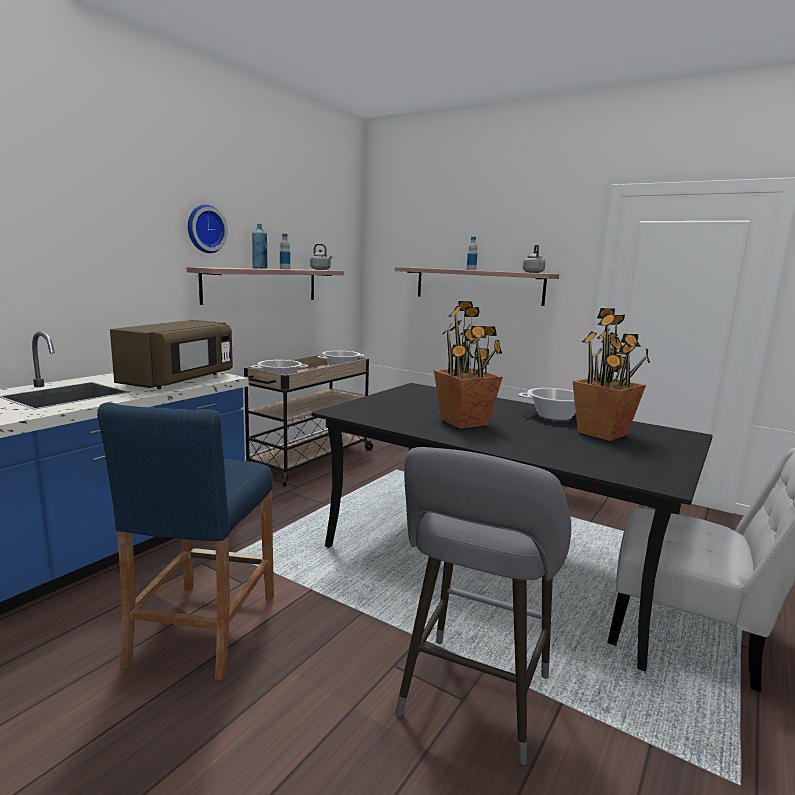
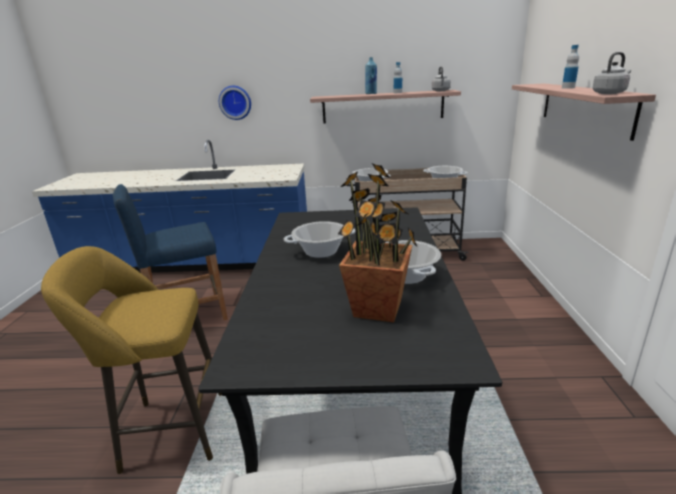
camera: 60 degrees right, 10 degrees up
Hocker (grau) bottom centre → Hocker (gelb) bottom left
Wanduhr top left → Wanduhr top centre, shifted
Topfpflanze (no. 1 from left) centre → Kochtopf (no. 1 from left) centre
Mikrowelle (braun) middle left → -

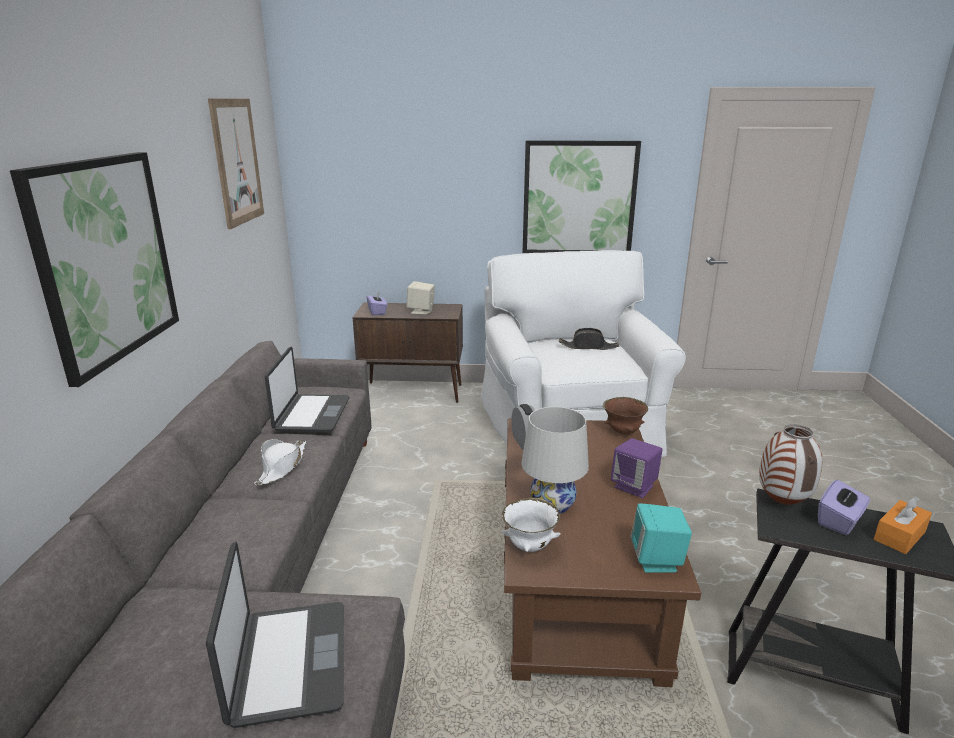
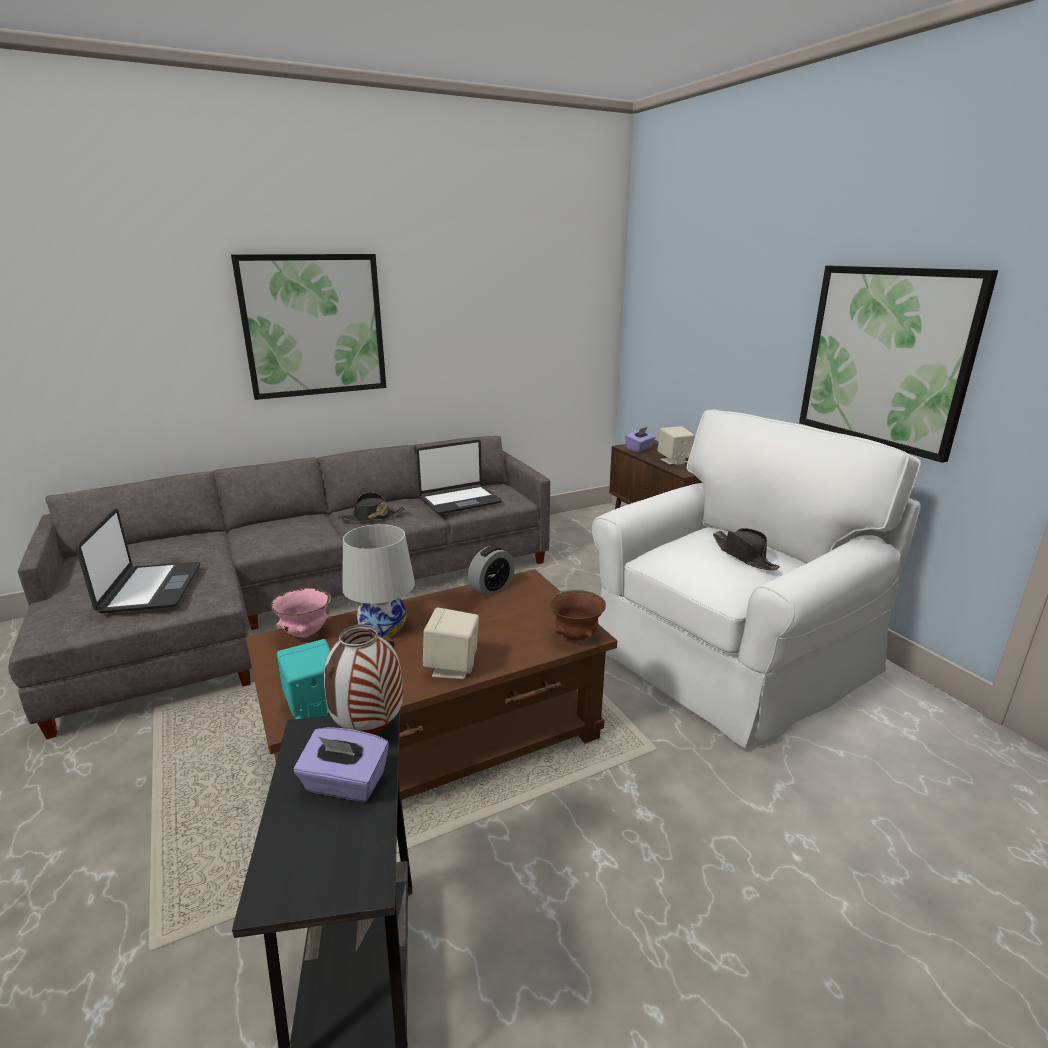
camera: 60 degrees right, 0 degrees up
Laptop (no. 1 from left) bottom left → Laptop (no. 1 from left) middle left, 60 degrees counterclockwise
Schüssel (weiß) bottom centre → Schüssel (rosa) middle left
Hut (weiß) middle left → Hut (schwarz) (no. 1 from left) centre
Lautsprecher (lila) middle right → Lautsprecher (beige) (no. 1 from left) centre
Bild (no. 2 from left) top left → -
Taschentuchbox (orange) bottom right → -

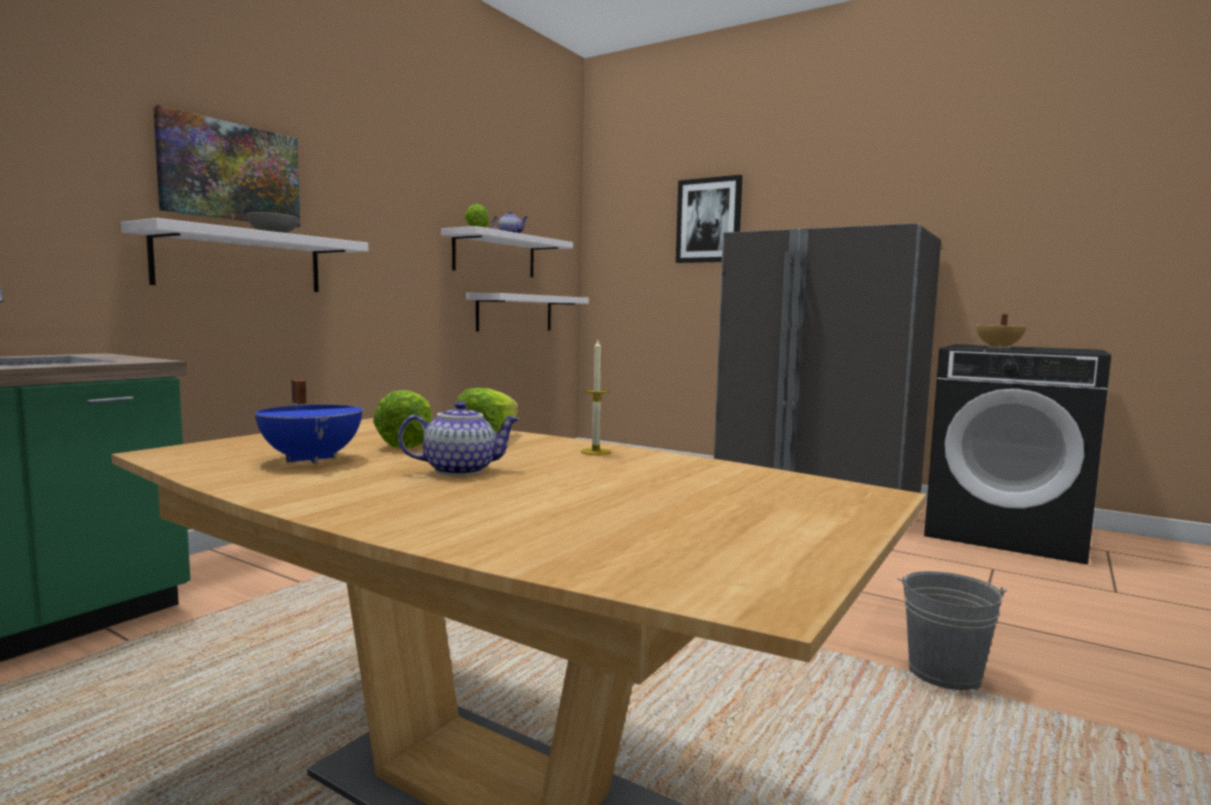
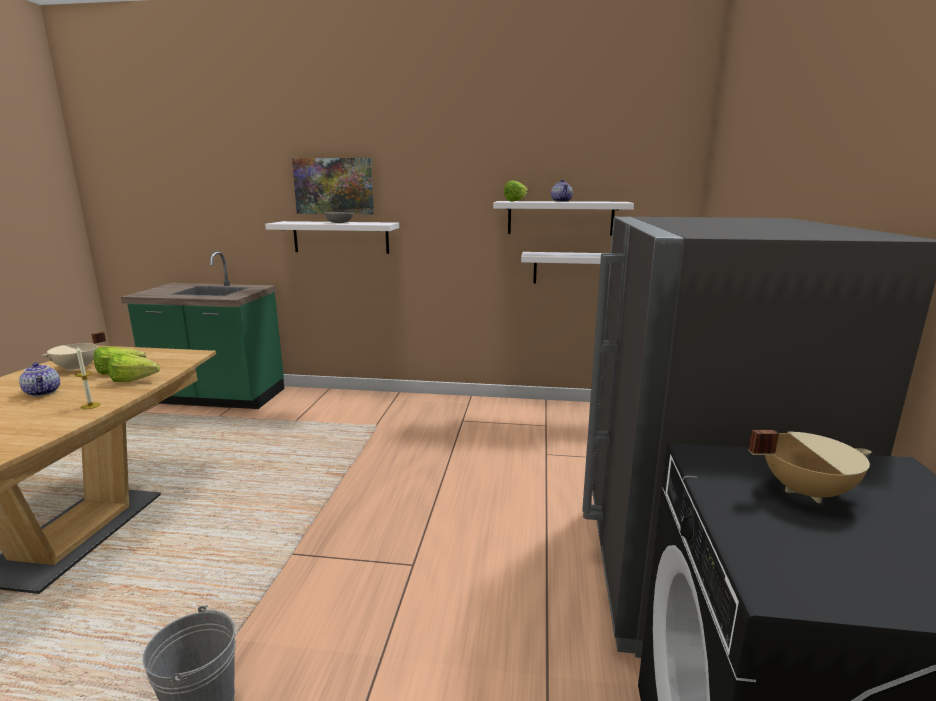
camera: 65 degrees right, 10 degrees up
Kochtopf (blau) middle left → Kochtopf (beige) (no. 1 from left) middle left
Bild (no. 2 from left) top centre → -

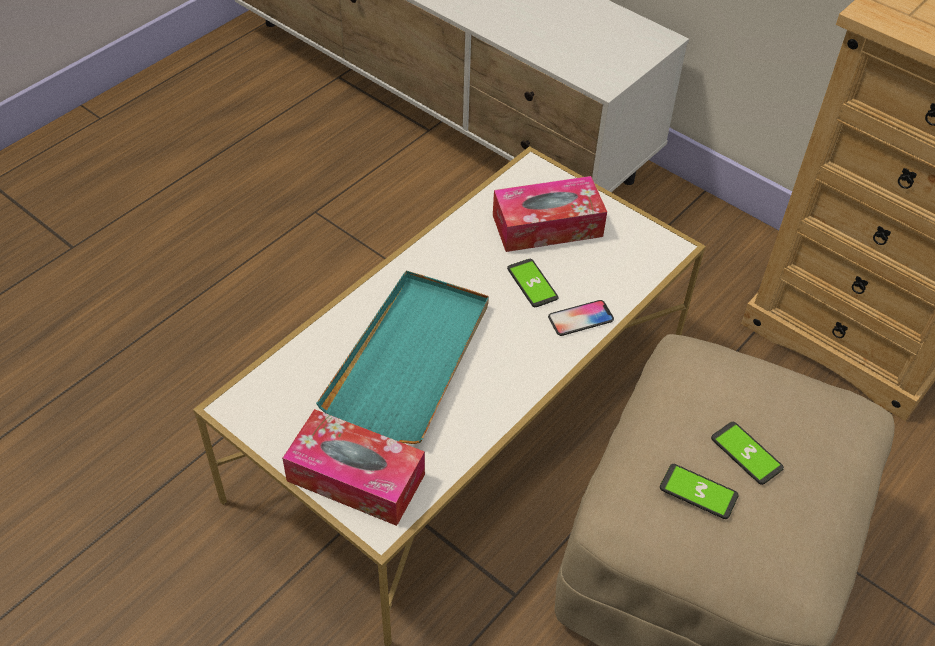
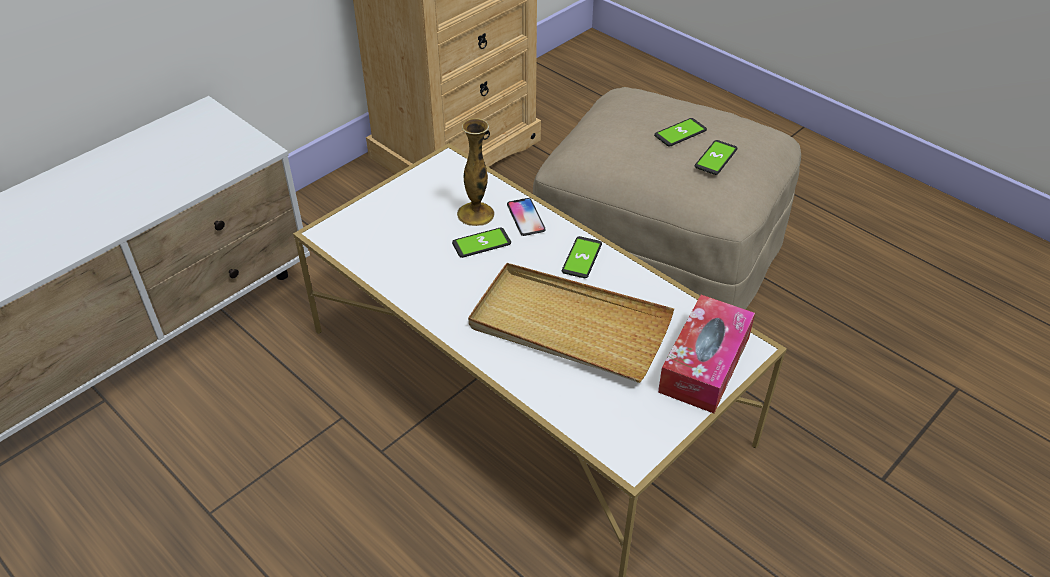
camera: 85 degrees left, 5 degrees down
- → Vase top centre
Tablett (türkis) centre → Tablett (beige) centre
- → Handy (no. 3 from left) centre
Taschentuchbox (no. 2 from left) top centre → -

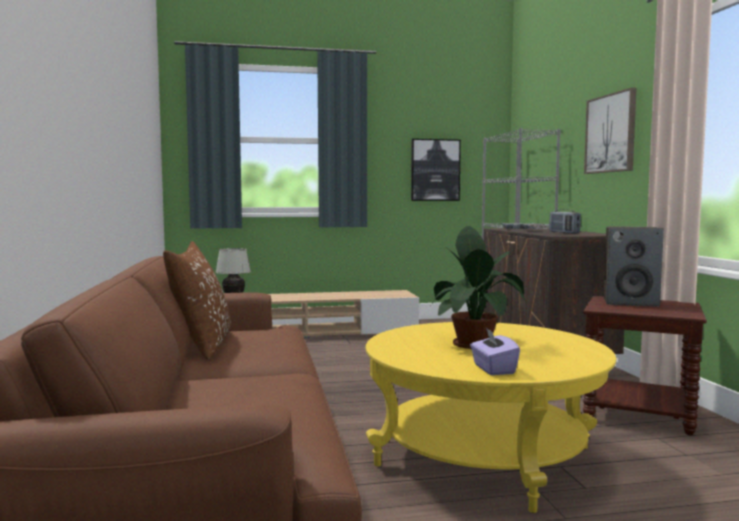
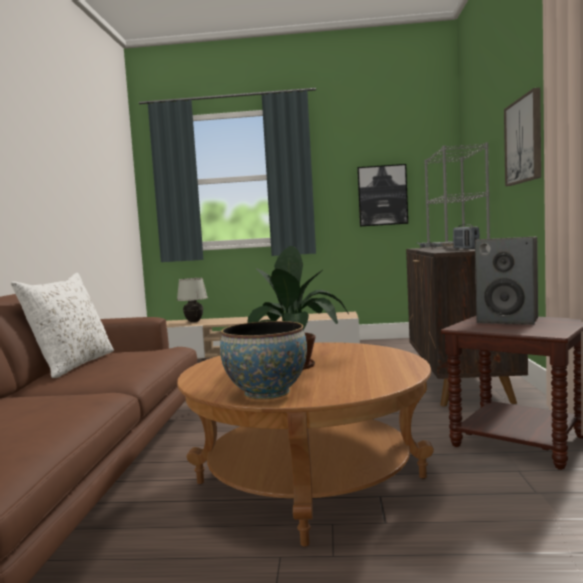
camera: 15 degrees right, 0 degrees up
Kissen (braun) middle left → Kissen (weiß) middle left
Couchtisch (gelb) bottom centre → Couchtisch (braun) bottom centre
Taschentuchbox (lila) bottom right → Schüssel centre

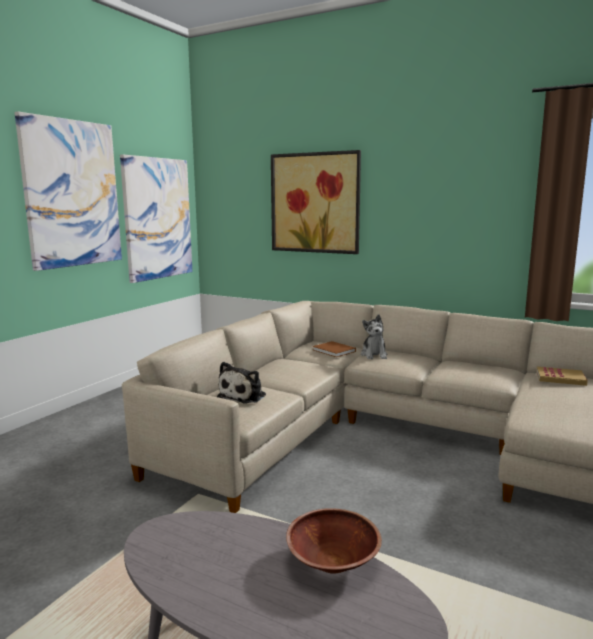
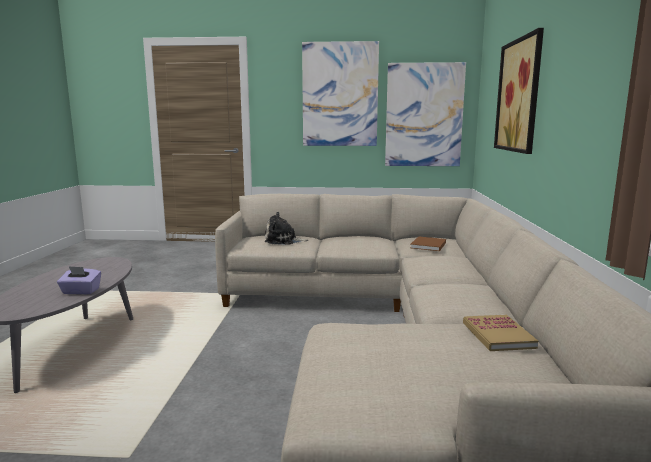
camera: 65 degrees right, 0 degrees up
Schüssel (braun) bottom centre → Taschentuchbox (lila) middle left
Plüschtier (no. 2 from left) centre → -

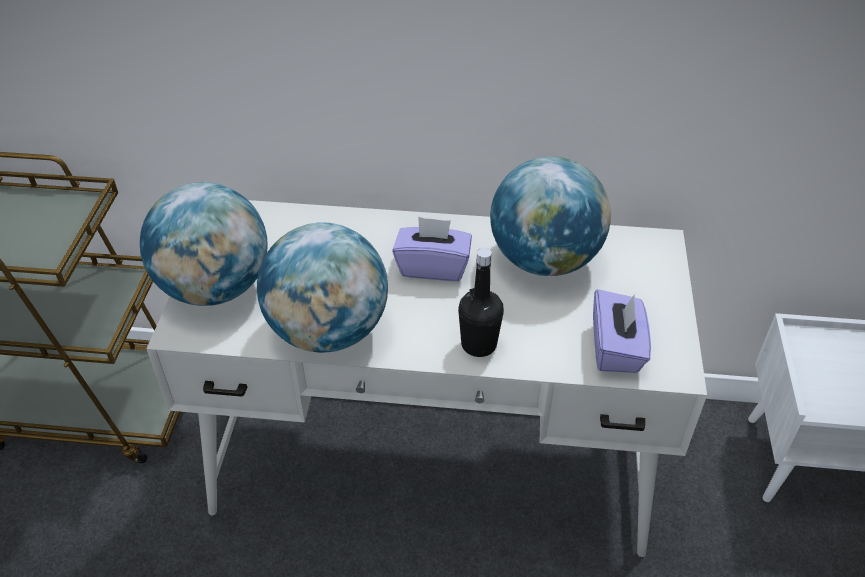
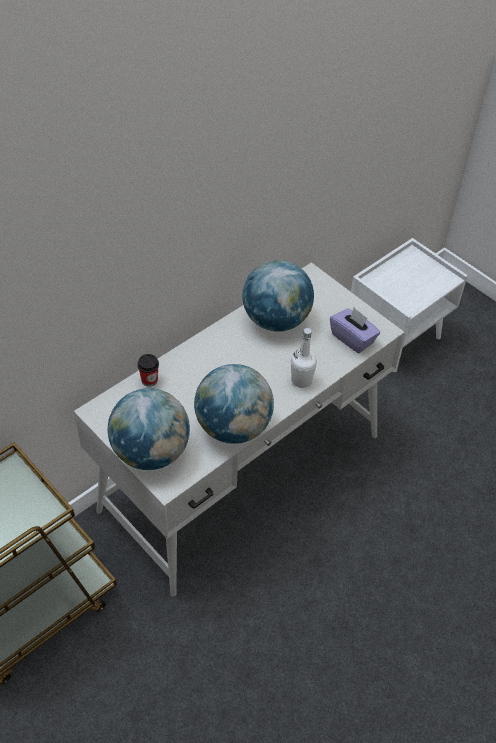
camera: 50 degrees left, 5 degrees up
- → Tasse middle left
Flasche (schwarz) centre → Flasche (weiß) centre
Taschentuchbox (lila) (no. 1 from left) centre → -

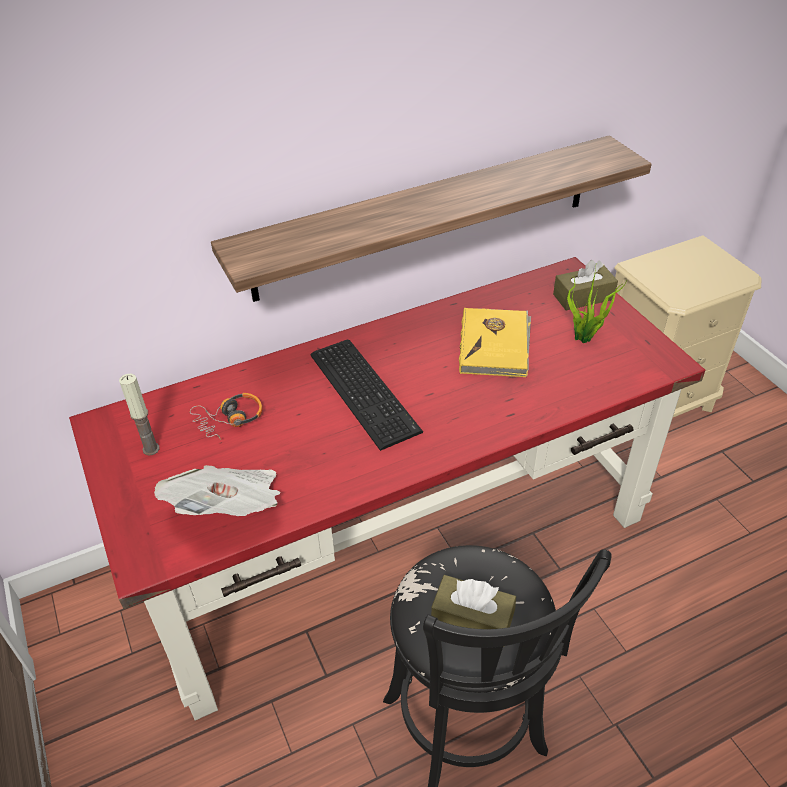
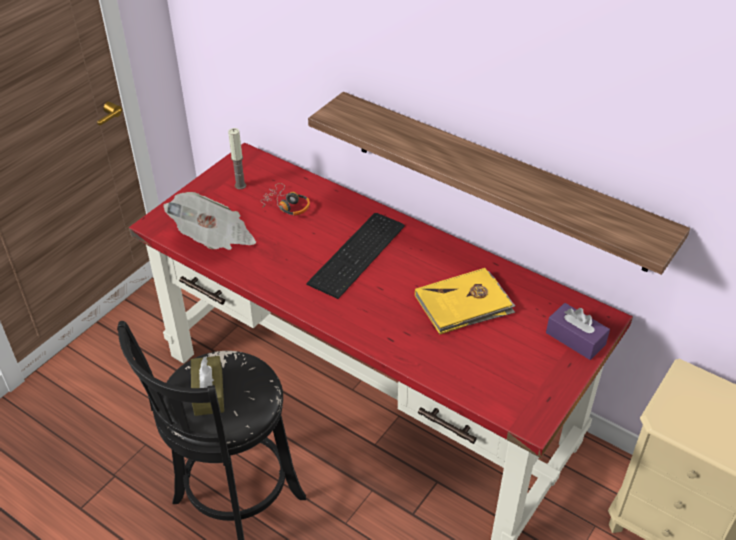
camera: 60 degrees right, 0 degrees up
Taschentuchbox (braun) (no. 2 from left) middle right → Taschentuchbox (lila) middle right
Topfpflanze middle right → -

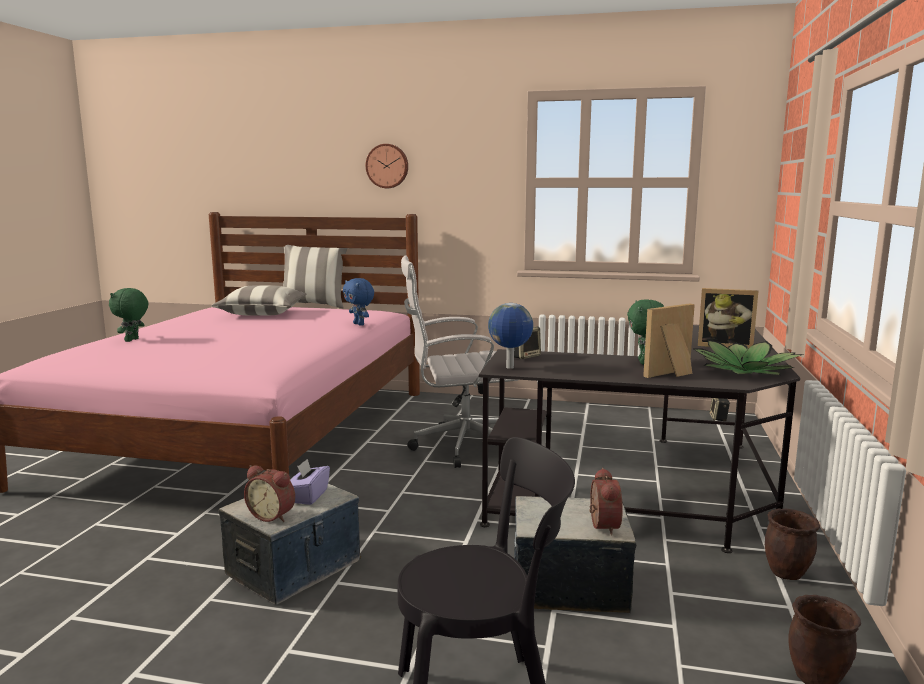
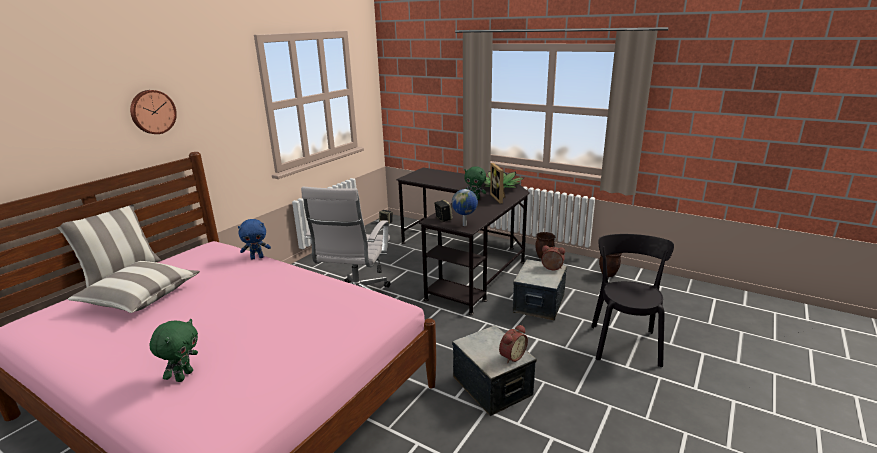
camera: 70 degrees left, 10 degrees up
Plüschtier (grün) (no. 1 from left) middle left → Plüschtier (grün) (no. 1 from left) bottom left, 105 degrees counterclockwise
Taschentuchbox (lila) bottom centre → -
Bilderrahmen (no. 2 from left) middle right → -

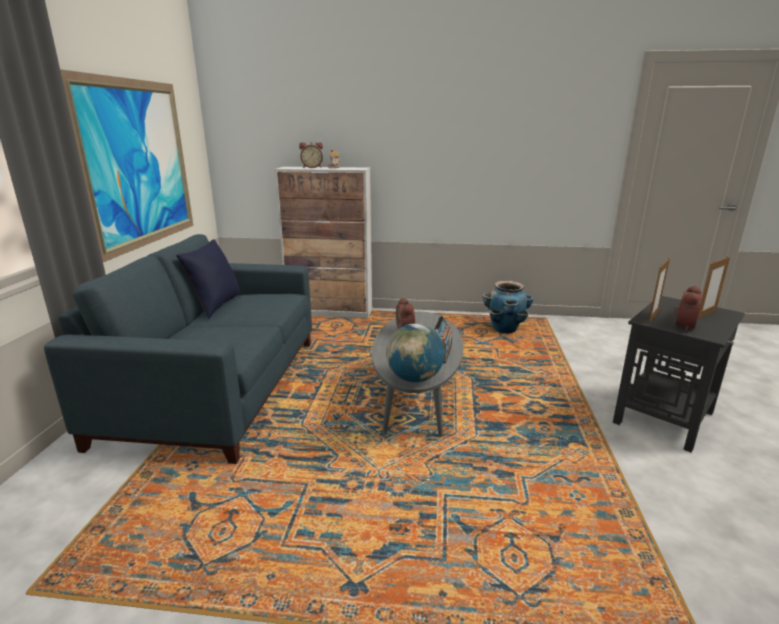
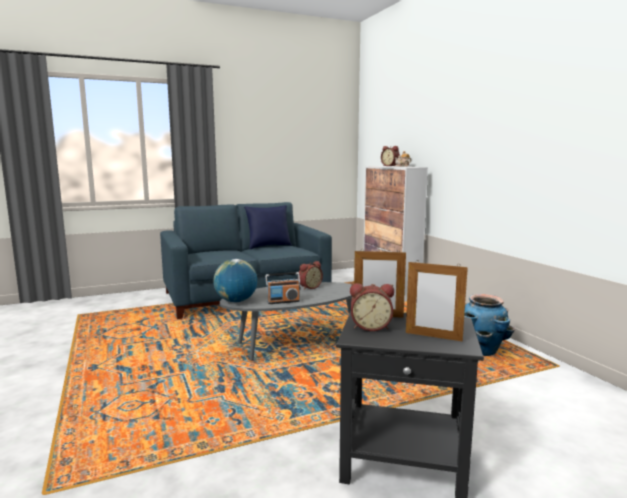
camera: 60 degrees right, 10 degrees down
Bild top left → -

